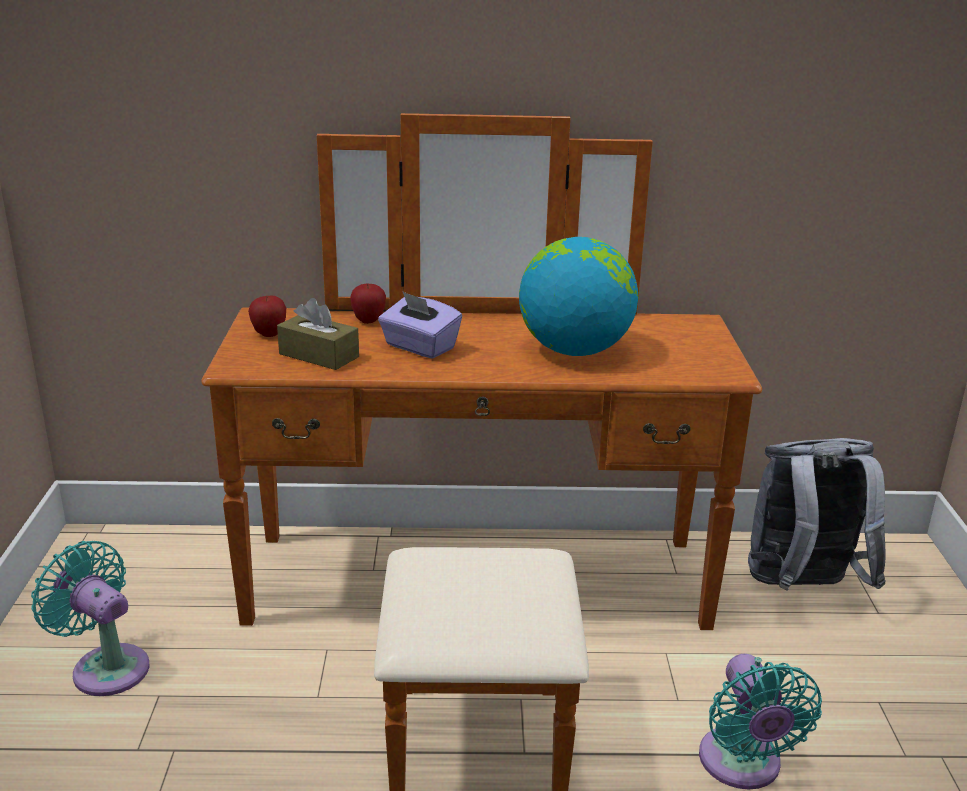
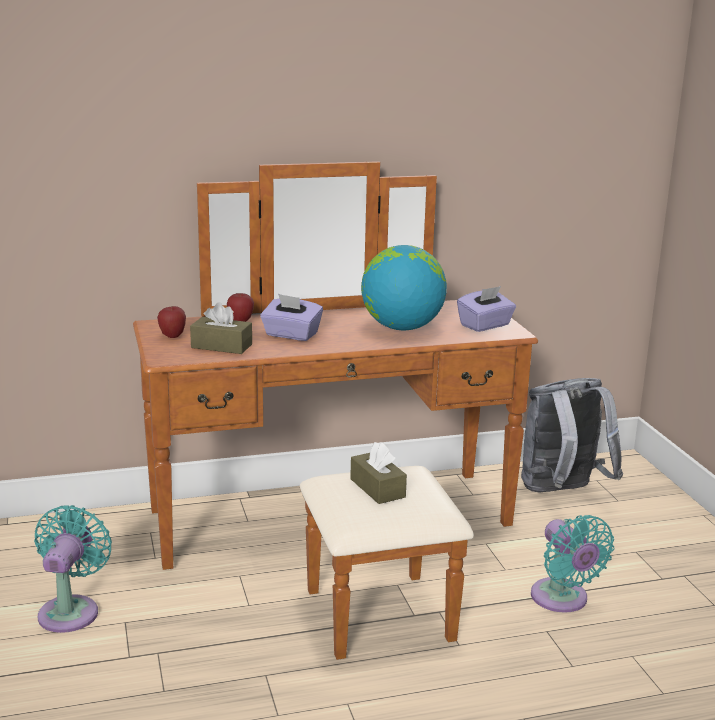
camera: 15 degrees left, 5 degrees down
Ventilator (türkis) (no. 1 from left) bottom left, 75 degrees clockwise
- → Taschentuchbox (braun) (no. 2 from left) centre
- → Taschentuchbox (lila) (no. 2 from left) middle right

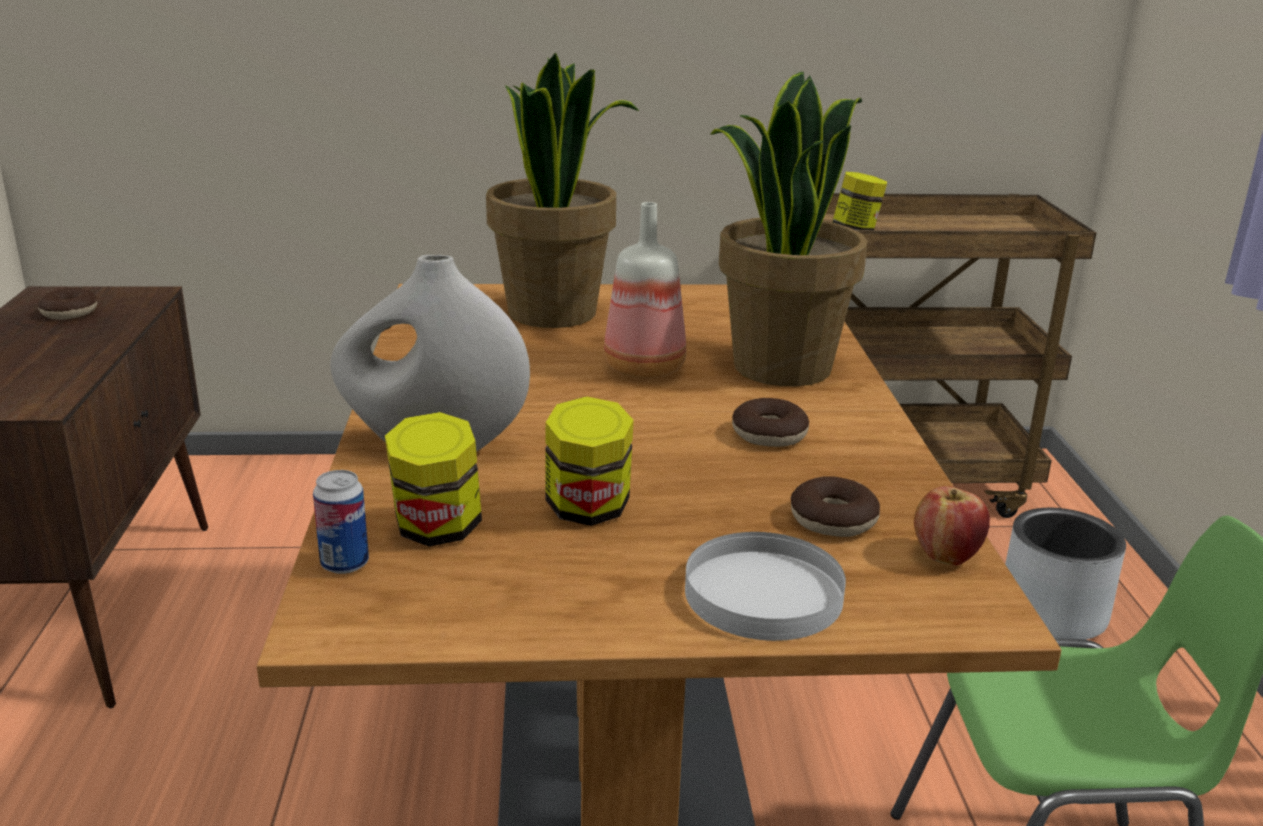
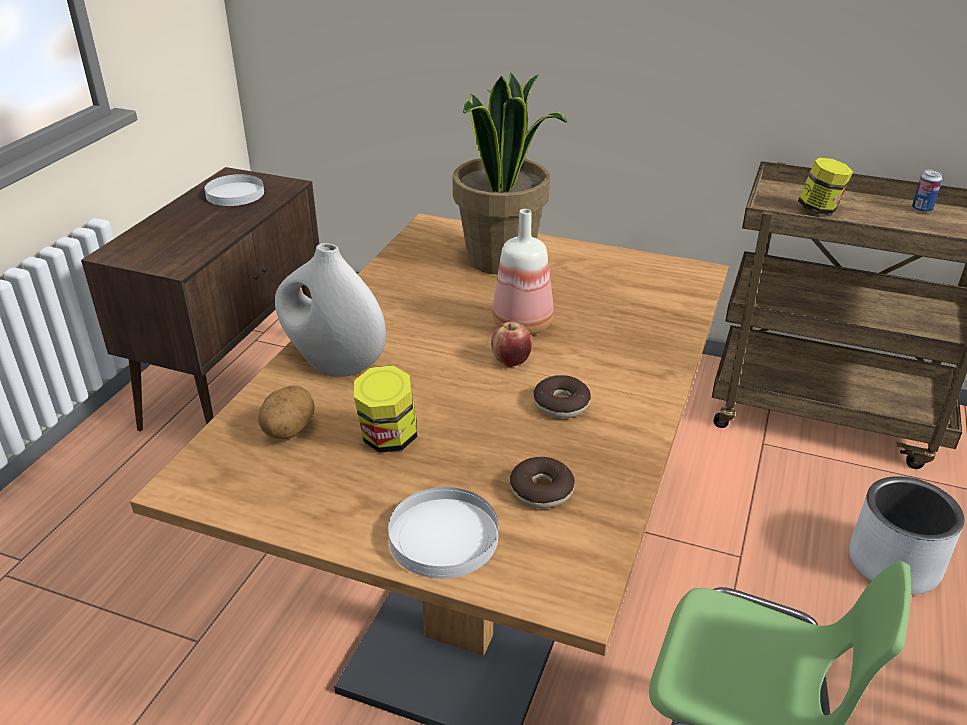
camera: 25 degrees right, 10 degrees up
Donut (no. 1 from left) middle left → Teller (weiß) (no. 1 from left) top left
Vorratsglas (no. 1 from left) centre → Kartoffel middle left
Apfel middle right → Apfel centre, shifted
Dose middle left → Dose top right, shifted
Topfpflanze (no. 2 from left) top centre → -

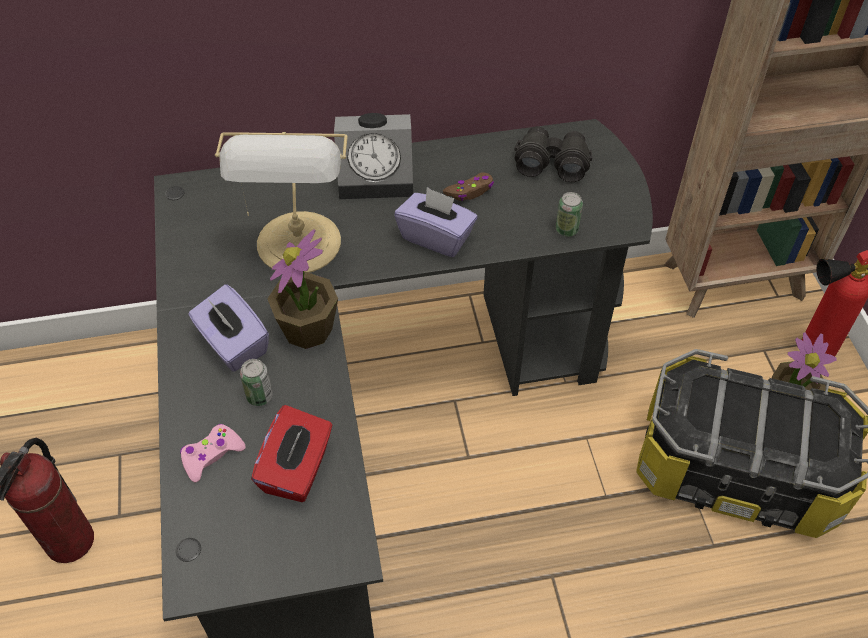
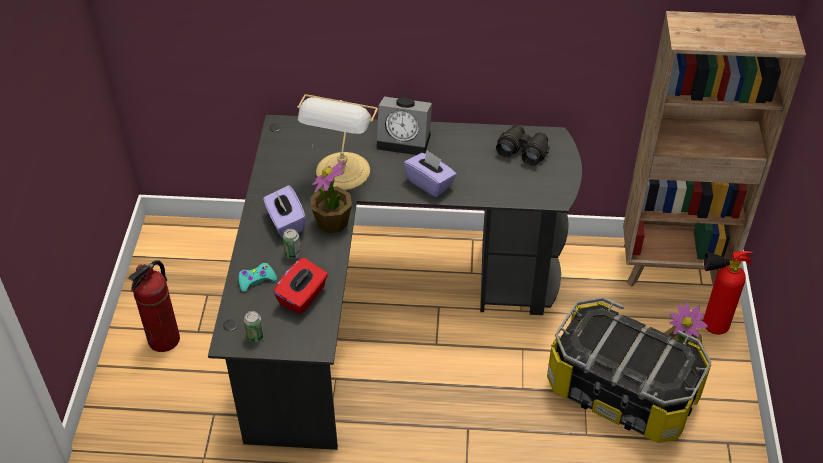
camera: 15 degrees right, 5 degrees down
Gamepad (rosa) bottom left → Gamepad (türkis) middle left
Dose (no. 2 from left in the first image) centre → Dose (no. 1 from left) bottom left, shifted
Gamepad (braun) top centre → -

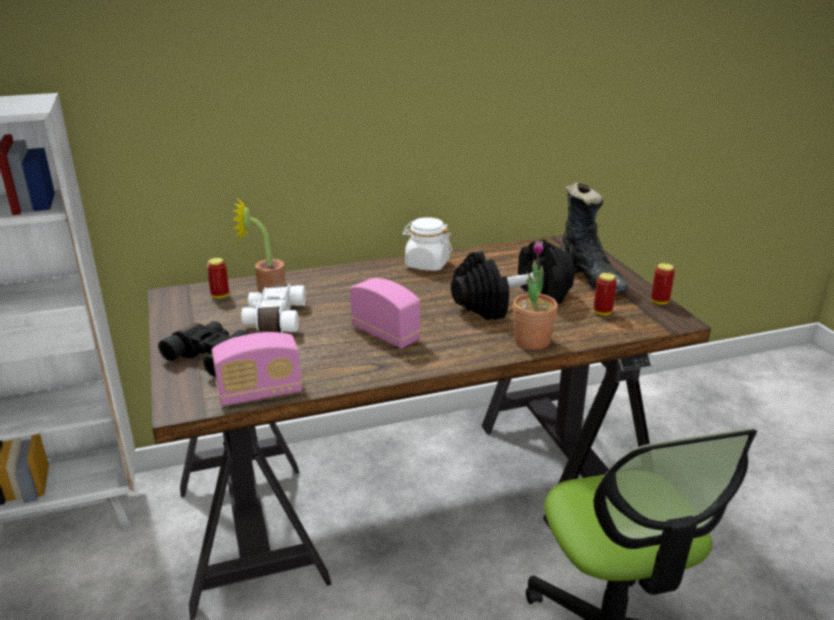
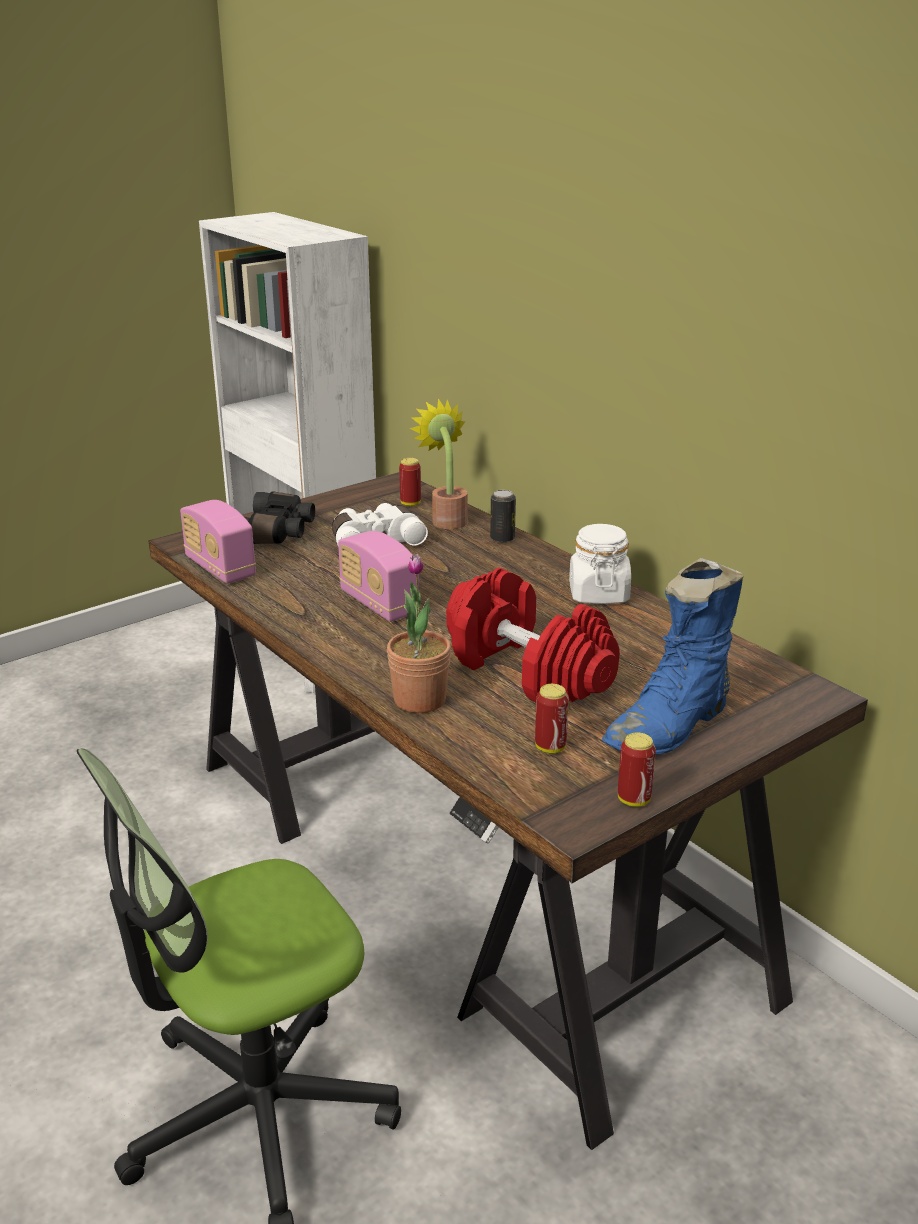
camera: 70 degrees right, 0 degrees up
Radio (no. 2 from left) centre, 120 degrees clockwise
Hantel (schwarz) centre → Hantel (rot) centre
- → Dose (no. 2 from left) centre
Stiefel (schwarz) middle right → Stiefel (blau) middle right

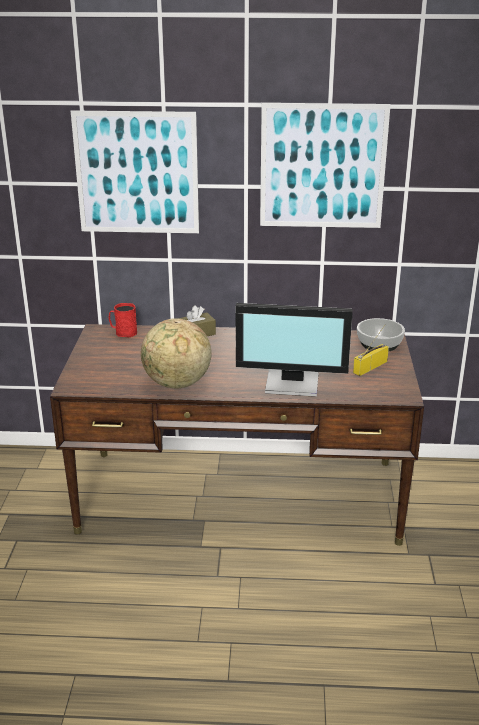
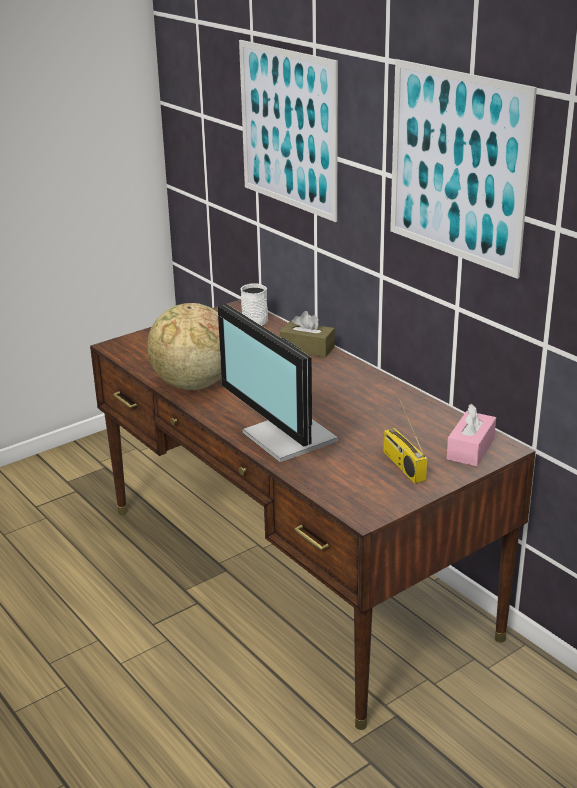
camera: 50 degrees right, 0 degrees up
Henkelbecher (rot) middle left → Henkelbecher (weiß) centre
Radio middle right, 120 degrees counterclockwise
Schüssel middle right → Taschentuchbox (rosa) middle right

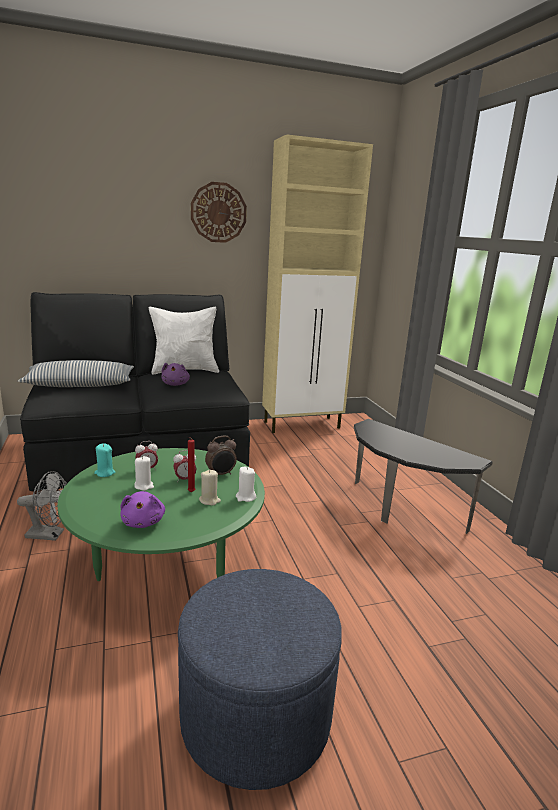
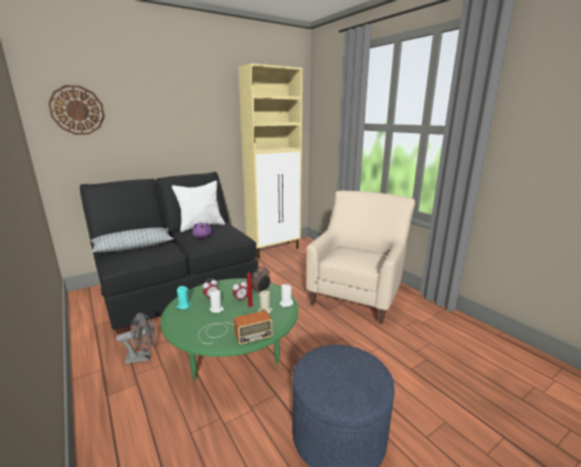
camera: 15 degrees left, 0 degrees up
Wanduhr top centre → Wanduhr top left, shifted
Plüschtier (lila) (no. 1 from left) middle left → Radio bottom centre
Beistelltisch middle right → Sessel (beige) centre

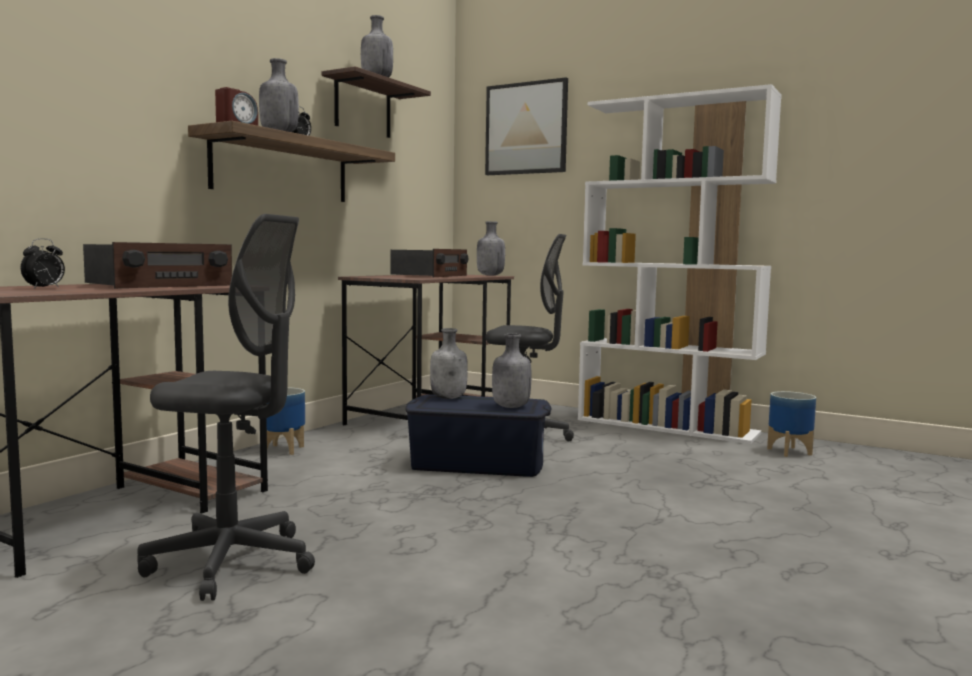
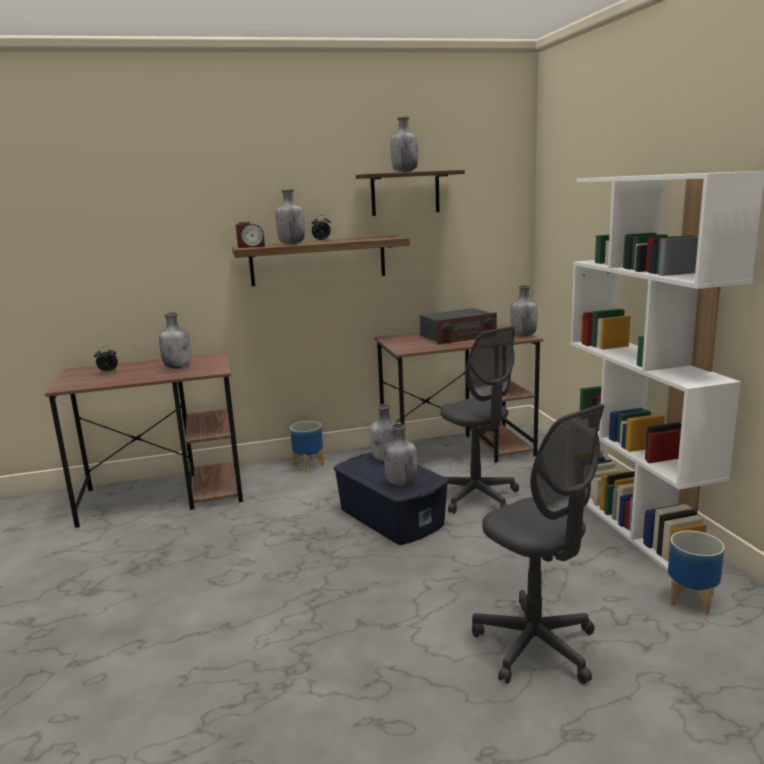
camera: 45 degrees right, 10 degrees up
Radio (no. 1 from left) middle left → Flasche (grau) (no. 1 from left) middle left
Bürostuhl (grau) (no. 1 from left in the first image) middle left → Bürostuhl (grau) (no. 2 from left) bottom right, shifted
Bild top centre → -

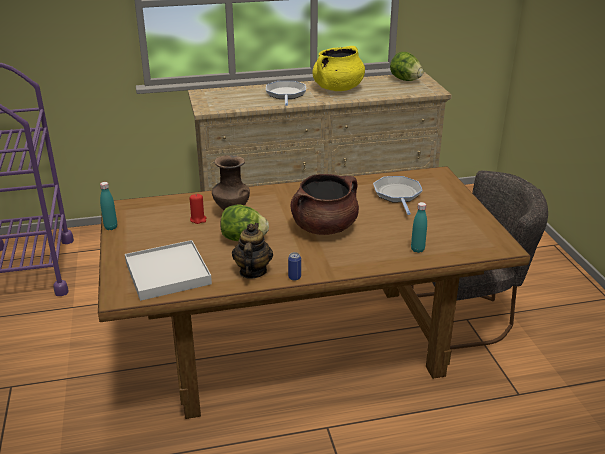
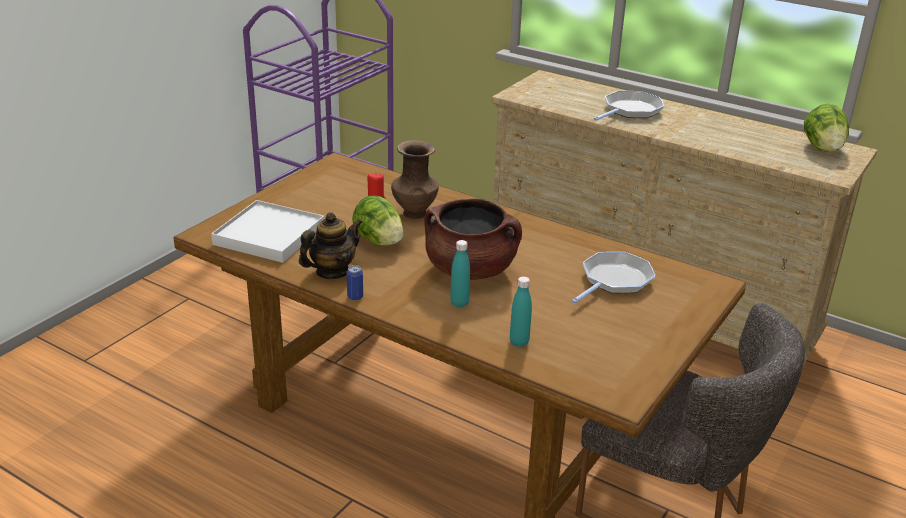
camera: 45 degrees right, 0 degrees up
Flasche (türkis) (no. 1 from left) middle left → Flasche (türkis) (no. 1 from left) centre, shifted
Kochtopf (gelb) top centre → -

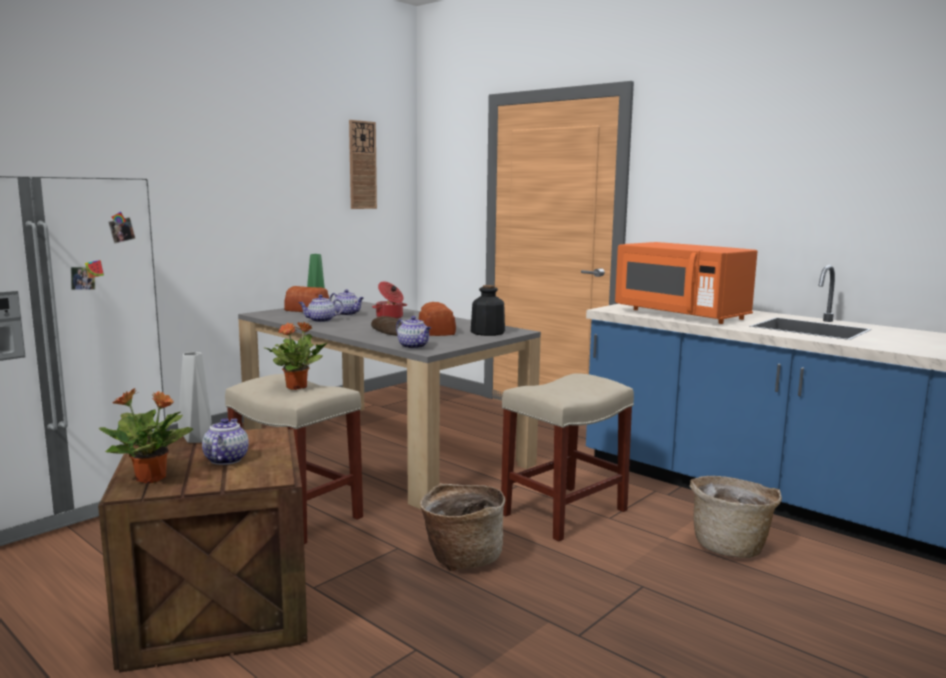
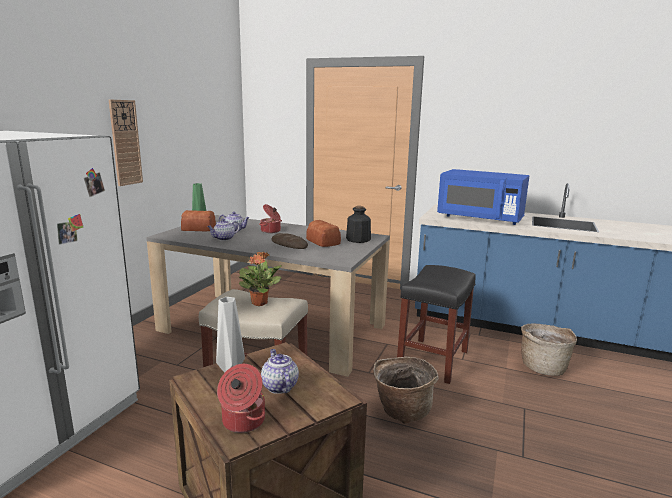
camera: 20 degrees left, 5 degrees up
Wanduhr top centre → Wanduhr top left, shifted
Topfpflanze (no. 1 from left) middle left → Kochtopf (no. 1 from left) bottom centre
Hocker (beige) (no. 2 from left) bottom centre → Hocker (schwarz) centre
Mikrowelle (orange) middle right → Mikrowelle (blau) middle right
Teekanne (no. 4 from left) centre → -

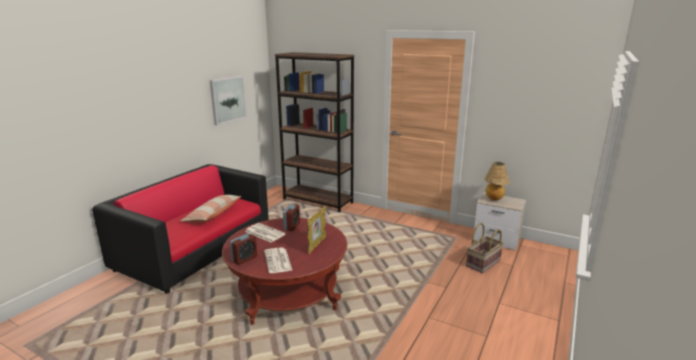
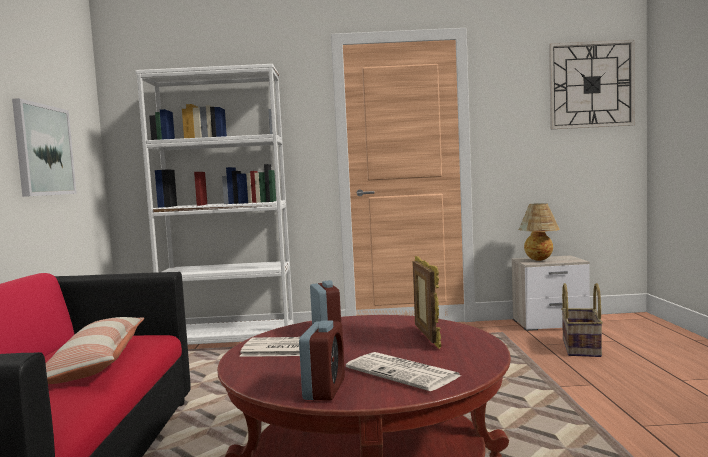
camera: 30 degrees left, 15 degrees down
Bücherregal (braun) centre → Bücherregal (weiß) middle left
- → Wanduhr top right

